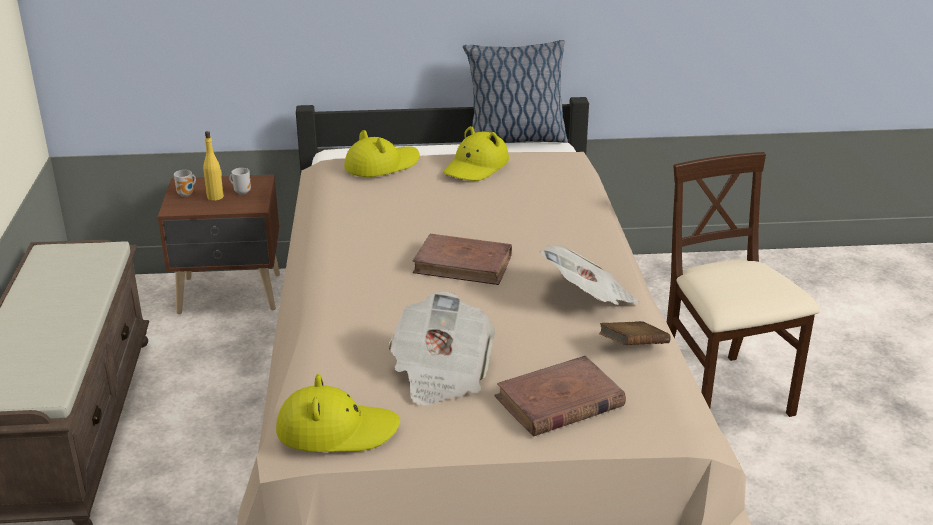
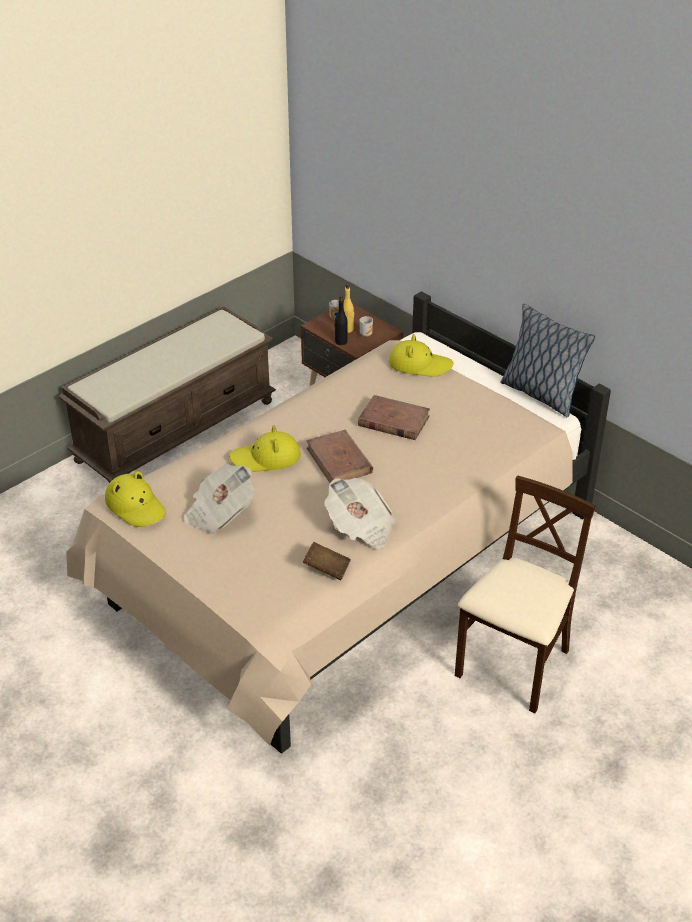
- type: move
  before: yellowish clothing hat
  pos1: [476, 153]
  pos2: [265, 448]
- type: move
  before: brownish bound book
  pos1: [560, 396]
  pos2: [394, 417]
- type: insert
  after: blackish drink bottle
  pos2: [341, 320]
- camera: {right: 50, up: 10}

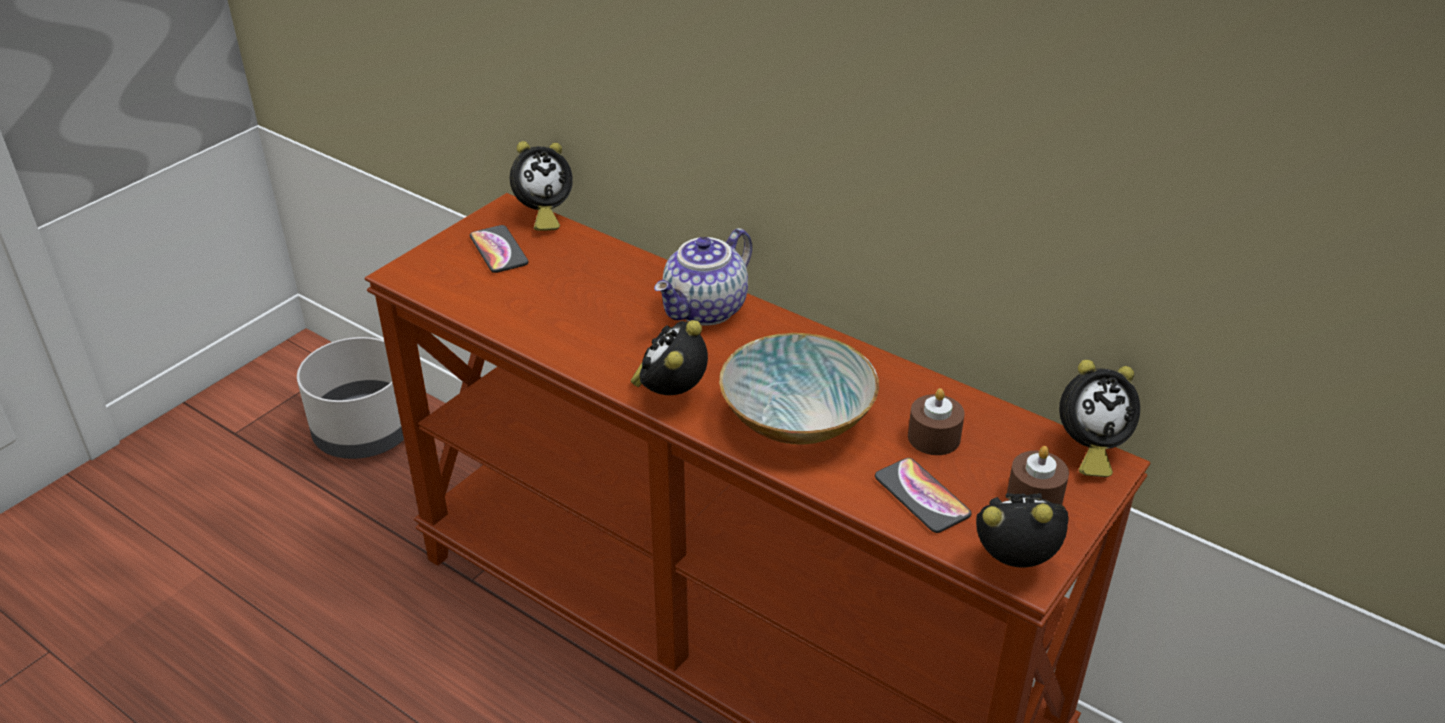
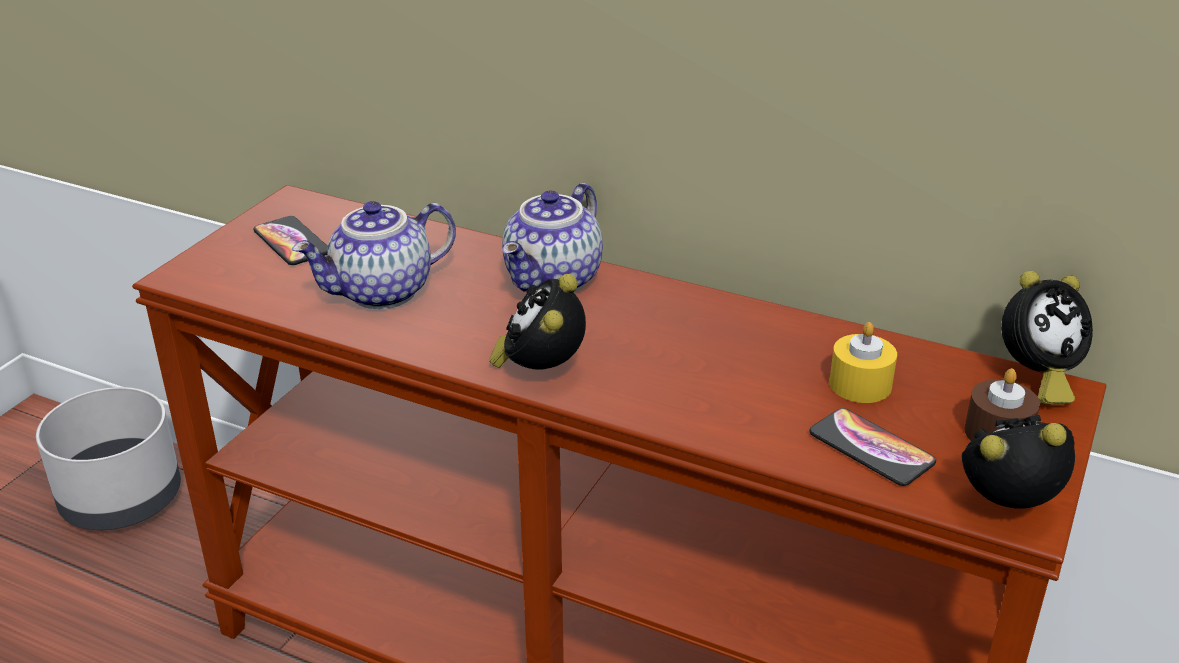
- type: delete
  before: alarm clock
  pos1: [541, 186]
- type: delete
  before: deep dish
  pos1: [799, 389]
- type: recolor
  before: brownish wax light
  after: yellowish wax light
  pos1: [936, 421]
  pos2: [863, 362]
- type: insert
  after: tea pot
  pos2: [374, 255]
- camera: {right: -10, up: -5}

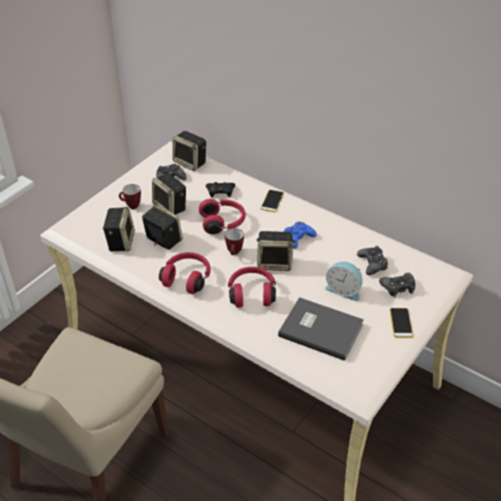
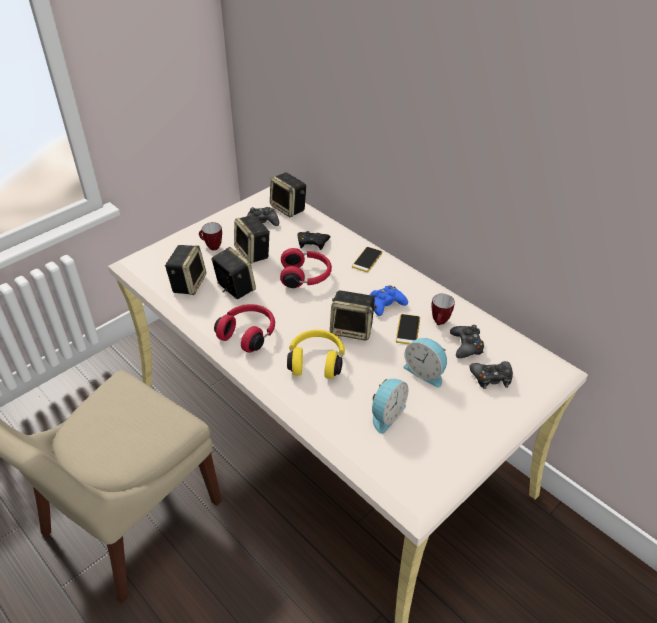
- type: move
  before: coffee mug
  pos1: [234, 241]
  pos2: [443, 309]
- type: recolor
  before: red pair of headphones
  after: yellowish pair of headphones
  pos1: [252, 287]
  pos2: [316, 354]
- type: replace
  before: gray bound book
  after: alarm clock
  pos1: [321, 329]
  pos2: [390, 406]
- type: move
  before: handset
  pos1: [401, 323]
  pos2: [408, 329]
- camera: {right: 10, up: 0}

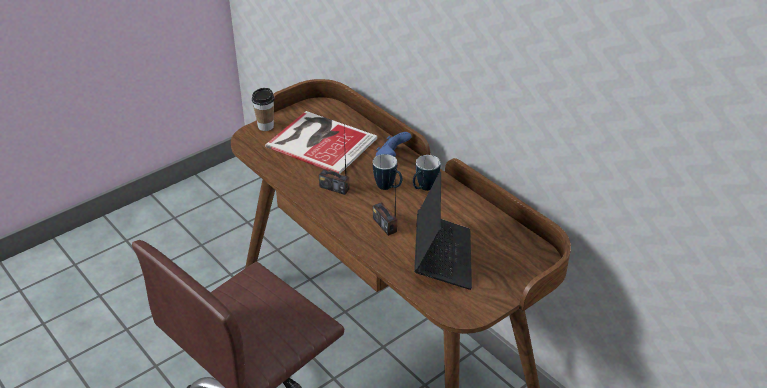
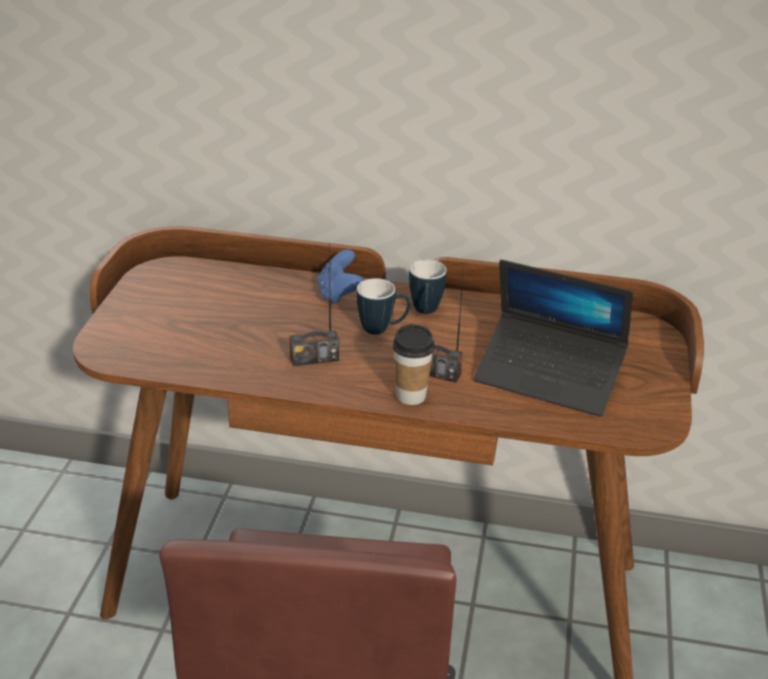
- type: move
  before: cup
  pos1: [263, 109]
  pos2: [413, 364]
- type: delete
  before: bound book
  pos1: [321, 142]
- type: rotate
  before: portable computer
  pos1: [443, 230]
  pos2: [553, 338]
  turn: 150
- camera: {right: -40, up: -5}

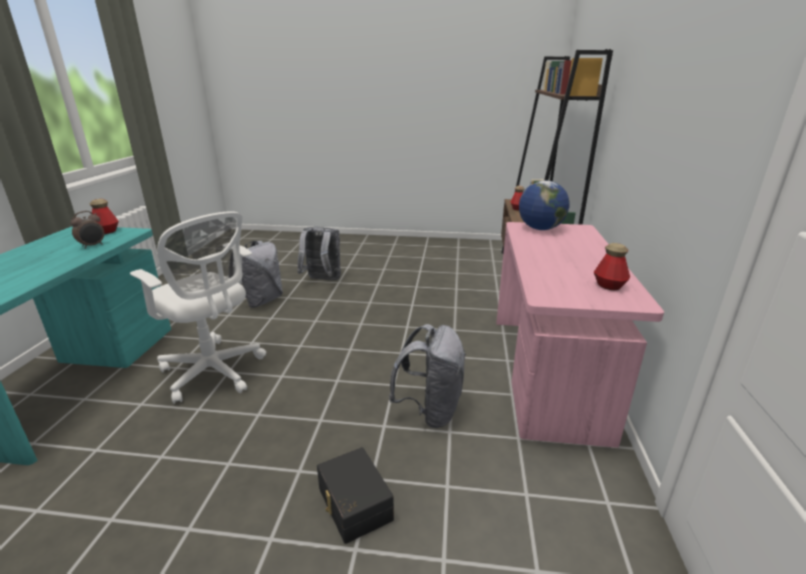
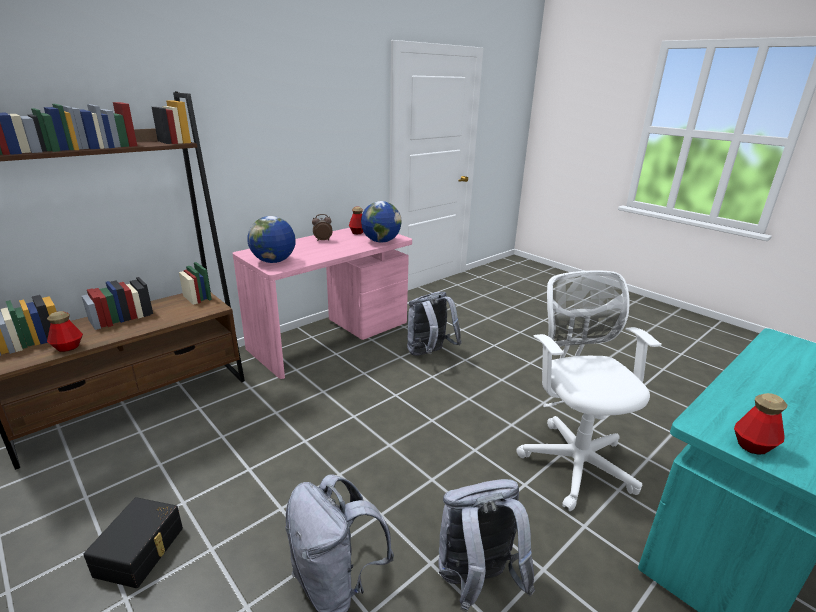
- type: move
  before: alarm clock
  pos1: [87, 230]
  pos2: [322, 227]
- type: move
  before: blackish storage bin
  pos1: [355, 495]
  pos2: [133, 542]
- type: insert
  after: globe
  pos2: [381, 222]
- camera: {right: -140, up: 0}

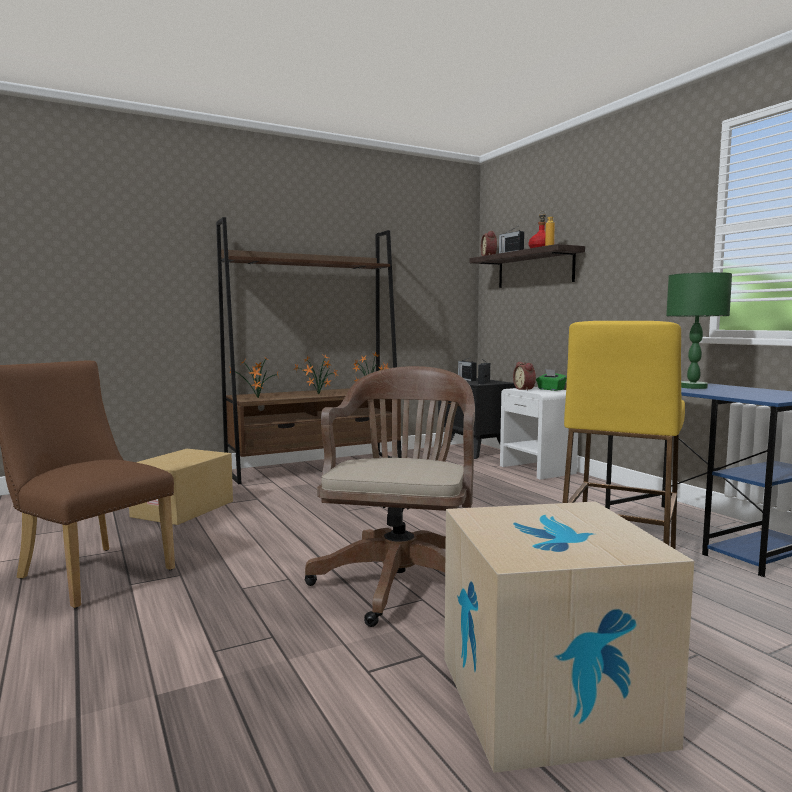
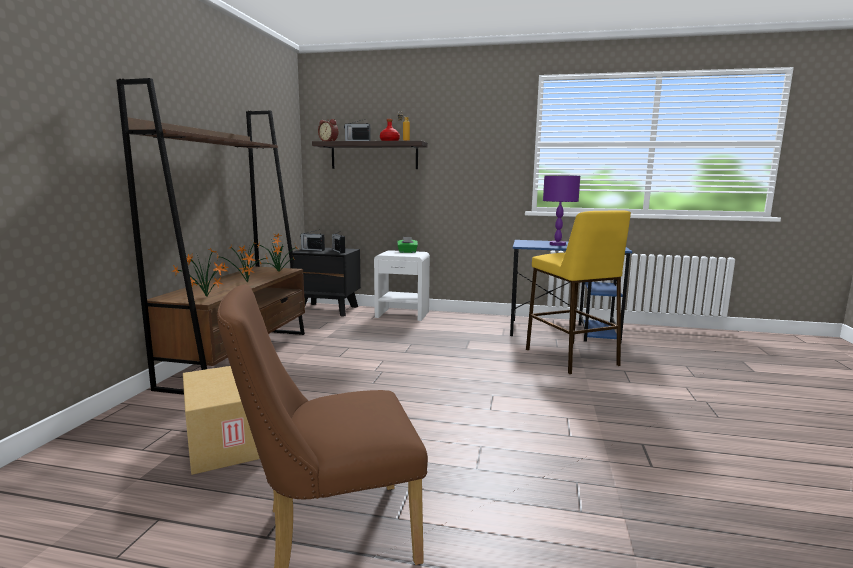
- type: recolor
  before: green-coloured tabletop lamp
  after: purple-coloured tabletop lamp
  pos1: [699, 330]
  pos2: [561, 210]
- type: delete
  before: alarm clock
  pos1: [524, 376]
- type: delete
  before: brownish office chair
  pos1: [390, 496]
- type: delete
  before: cardboard box
  pos1: [569, 637]
- camera: {right: -50, up: 5}

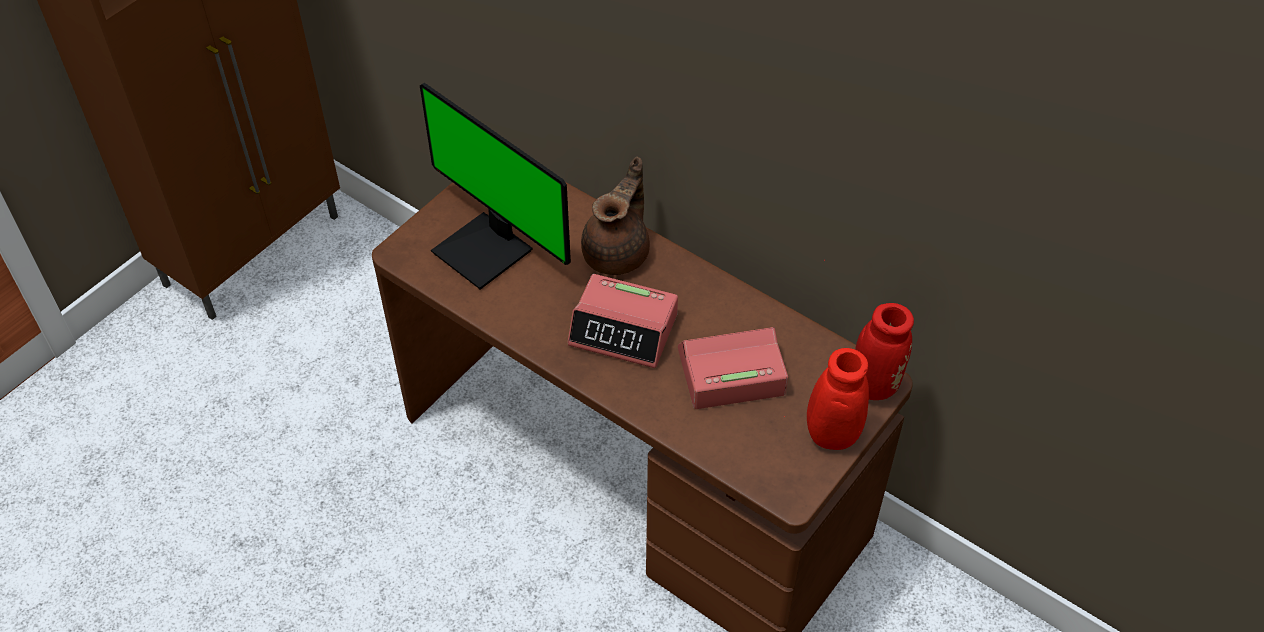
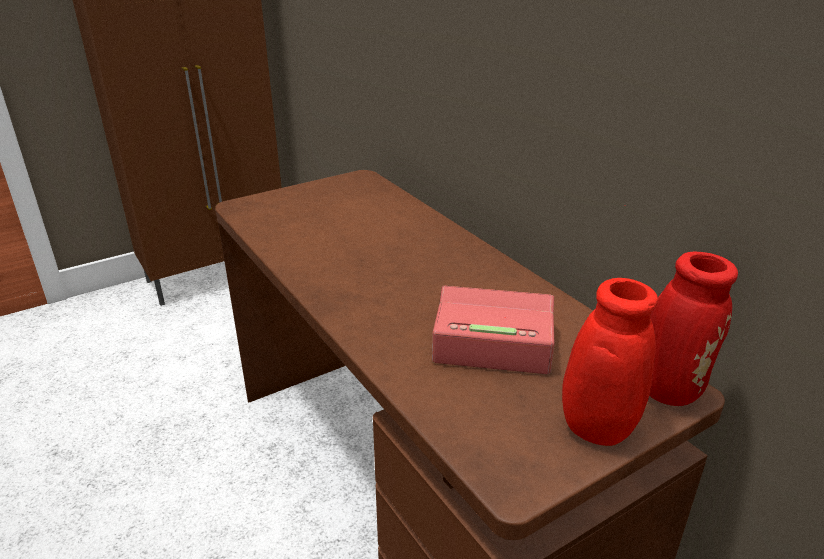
- type: delete
  before: computer screen
  pos1: [495, 186]
- type: delete
  before: brownish tea pot
  pos1: [615, 215]
- type: delete
  before: alarm clock
  pos1: [622, 321]
- camera: {right: 20, up: -20}

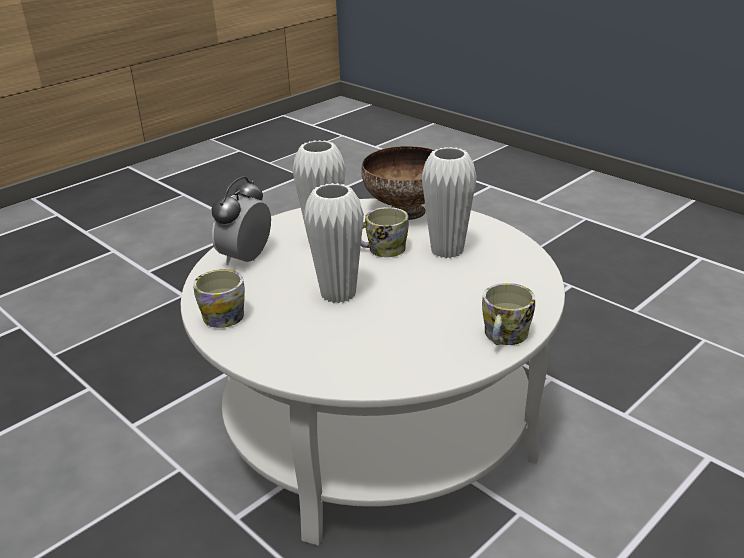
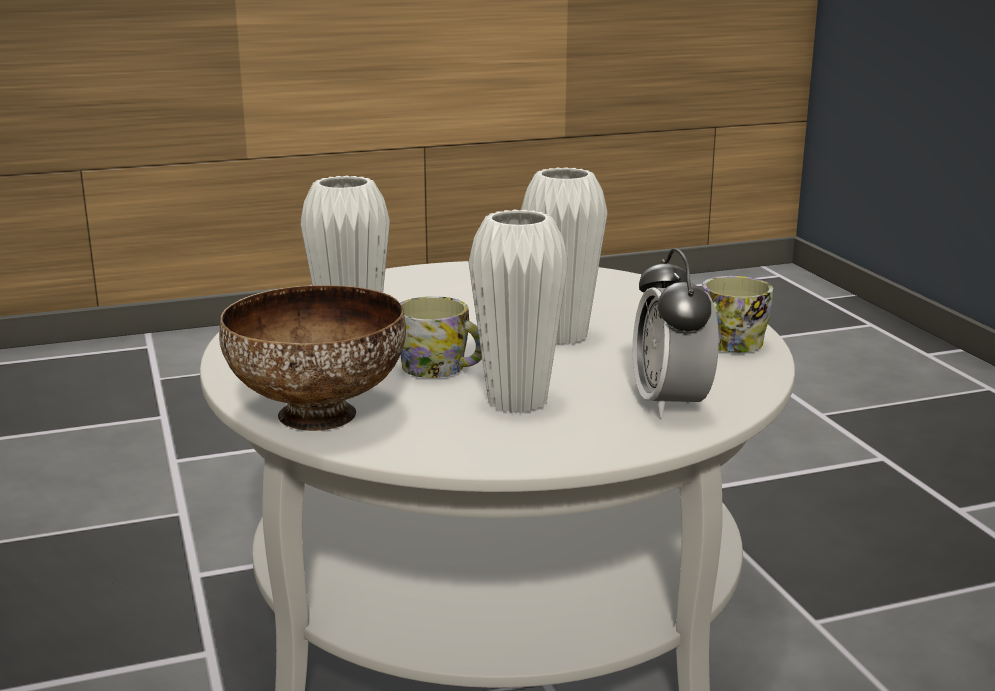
- type: rotate
  before: alarm clock
  pos1: [241, 220]
  pos2: [676, 333]
  turn: 120
- type: delete
  before: coffee mug
  pos1: [508, 314]
- camera: {right: -155, up: -10}

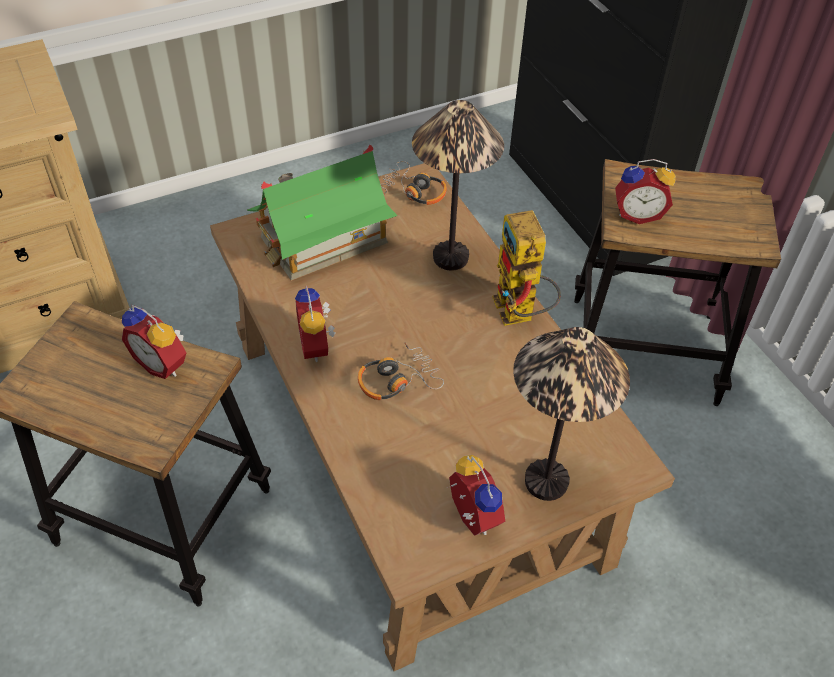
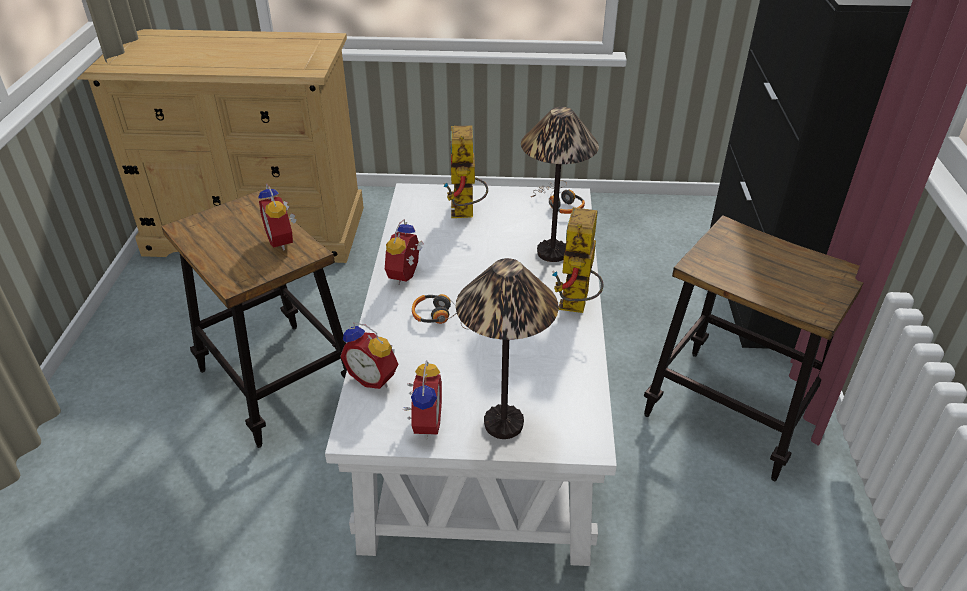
- type: replace
  before: model house
  after: robot figure
  pos1: [322, 212]
  pos2: [465, 172]
- type: move
  before: alarm clock
  pos1: [645, 191]
  pos2: [369, 356]
- type: recolor
  before: brownish lounge table
  after: white-coloured lounge table
  pos1: [442, 417]
  pos2: [471, 374]
- camera: {right: 30, up: -10}

